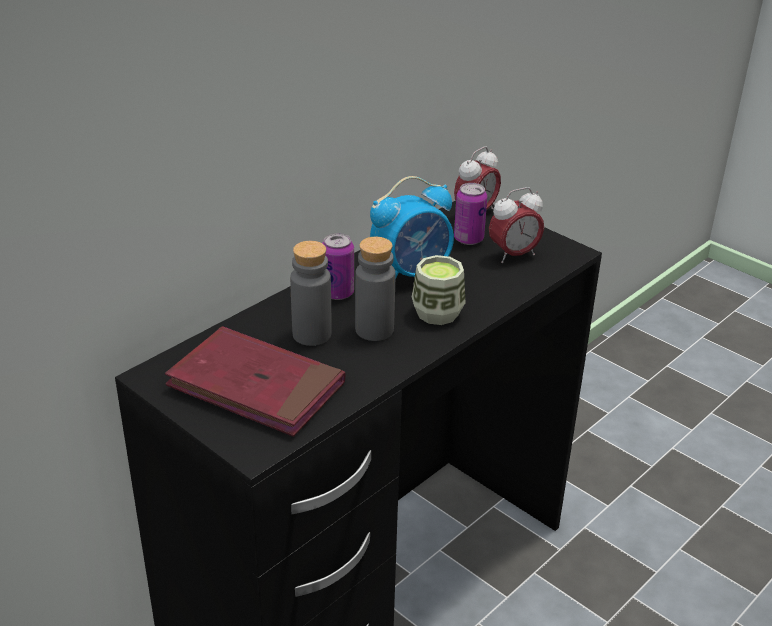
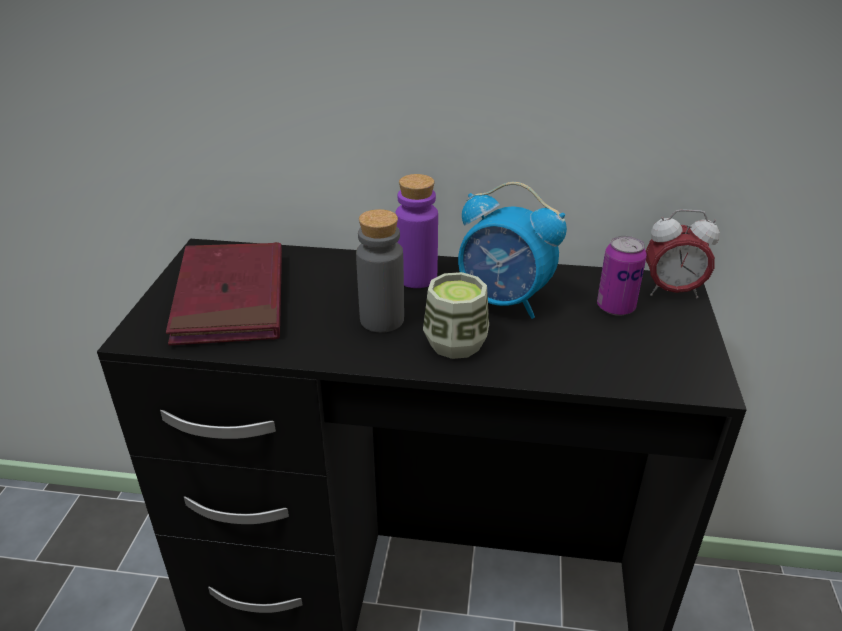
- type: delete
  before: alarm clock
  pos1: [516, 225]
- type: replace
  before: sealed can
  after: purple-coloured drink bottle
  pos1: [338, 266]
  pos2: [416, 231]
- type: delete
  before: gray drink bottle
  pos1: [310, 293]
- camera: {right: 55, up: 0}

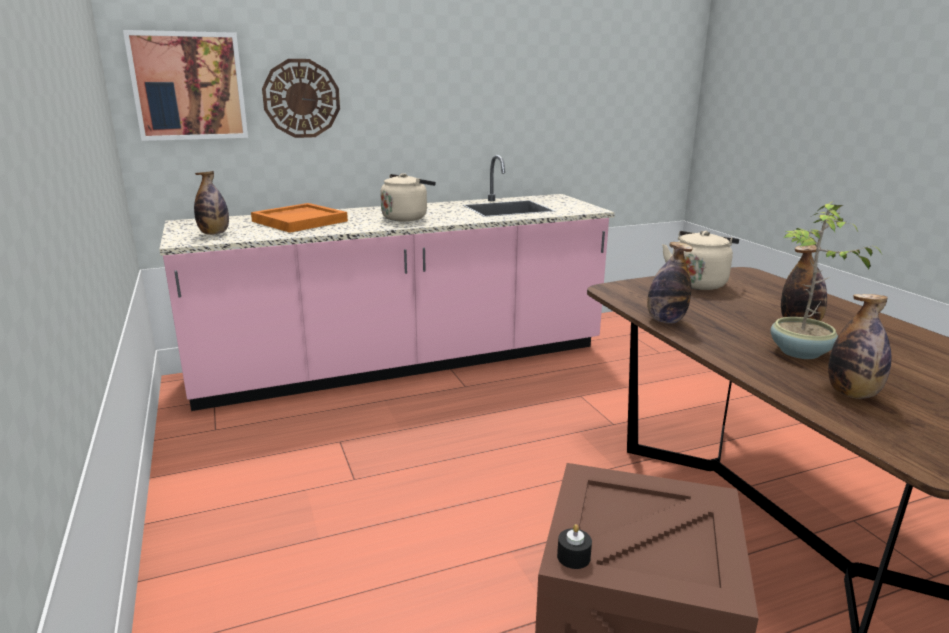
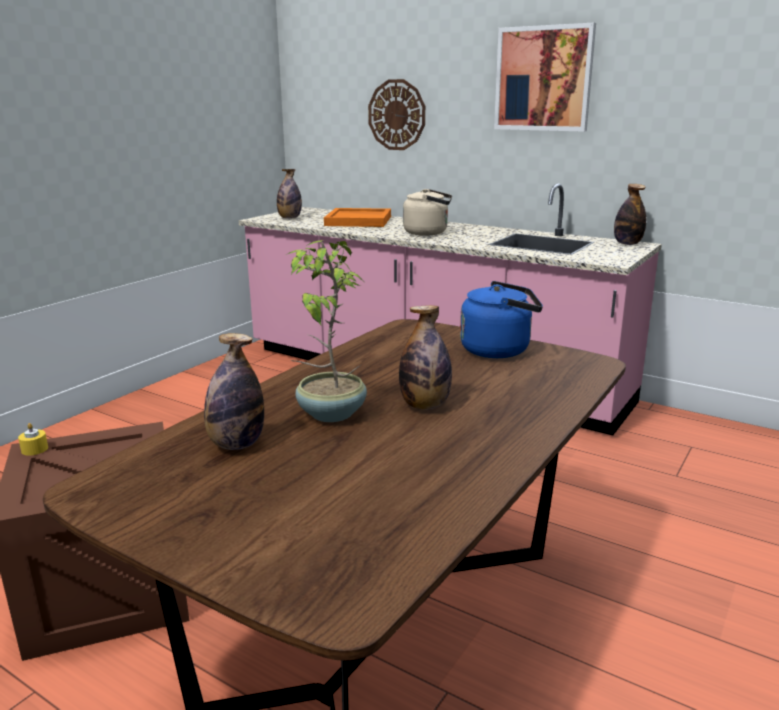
- type: move
  before: wall picture
  pos1: [185, 85]
  pos2: [545, 77]
- type: recolor
  before: beige-coloured water kettle
  after: bluish water kettle
  pos1: [700, 260]
  pos2: [501, 319]
- type: move
  before: drink bottle
  pos1: [670, 283]
  pos2: [630, 214]
- type: recolor
  before: blackish wax light
  after: yellowish wax light
  pos1: [574, 546]
  pos2: [33, 439]
- camera: {right: 55, up: 0}

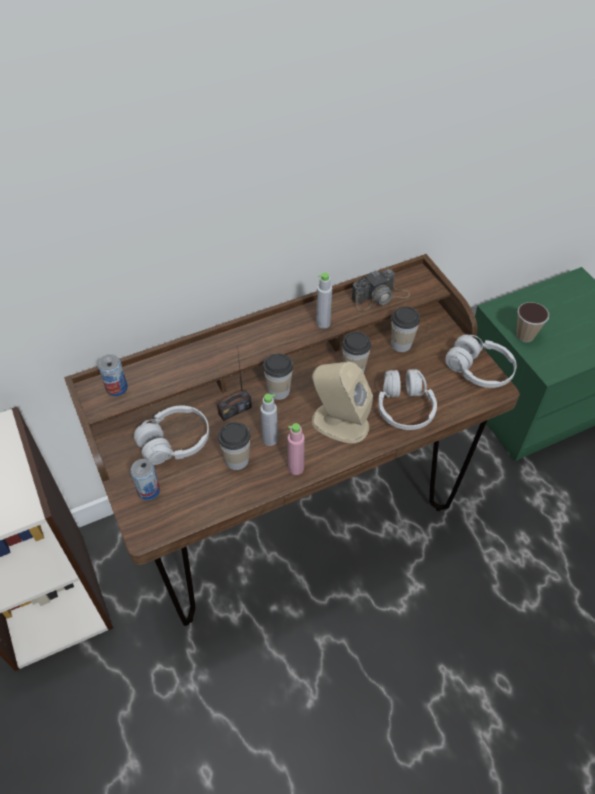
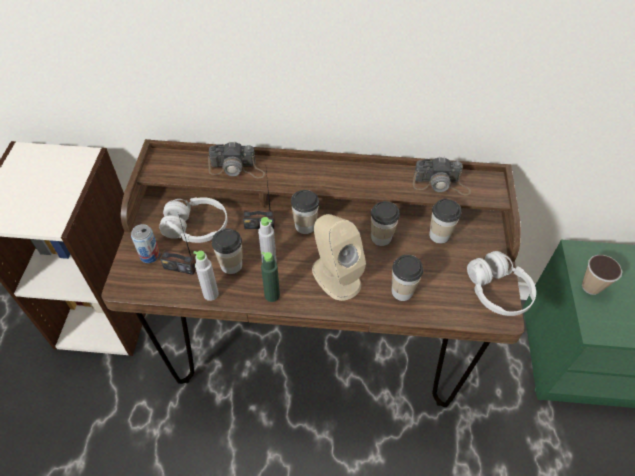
- type: move
  before: gray drink bottle
  pos1: [324, 300]
  pos2: [206, 276]
- type: delete
  before: sealed can
  pos1: [113, 375]
- type: replace
  before: white-coloured pair of headphones
  after: cup
  pos1: [407, 399]
  pos2: [407, 278]
- type: recolor
  before: pinkish drink bottle
  after: green-coloured drink bottle
  pos1: [296, 449]
  pos2: [270, 277]
- type: insert
  after: still camera
  pos2: [236, 159]
- type: insert
  after: radio receiver
  pos2: [178, 244]
- camera: {right: 30, up: 0}

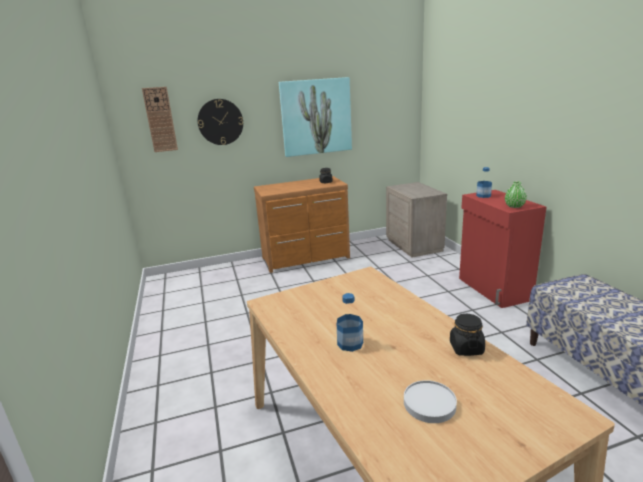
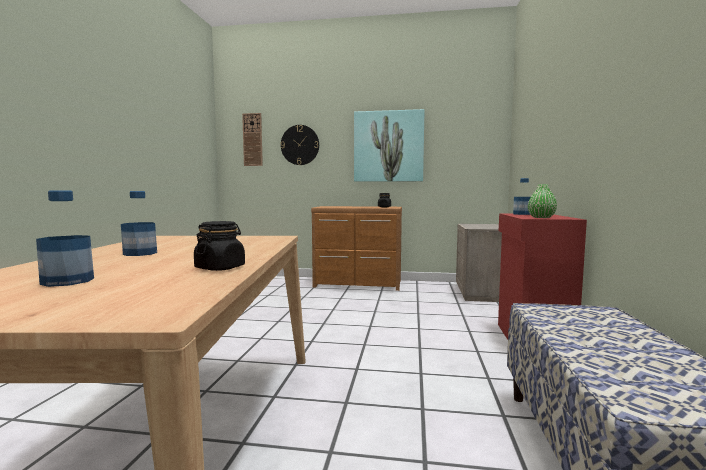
- type: replace
  before: white-coloured dinner plate
  after: drink bottle
  pos1: [430, 401]
  pos2: [65, 239]
- camera: {right: 25, up: -15}

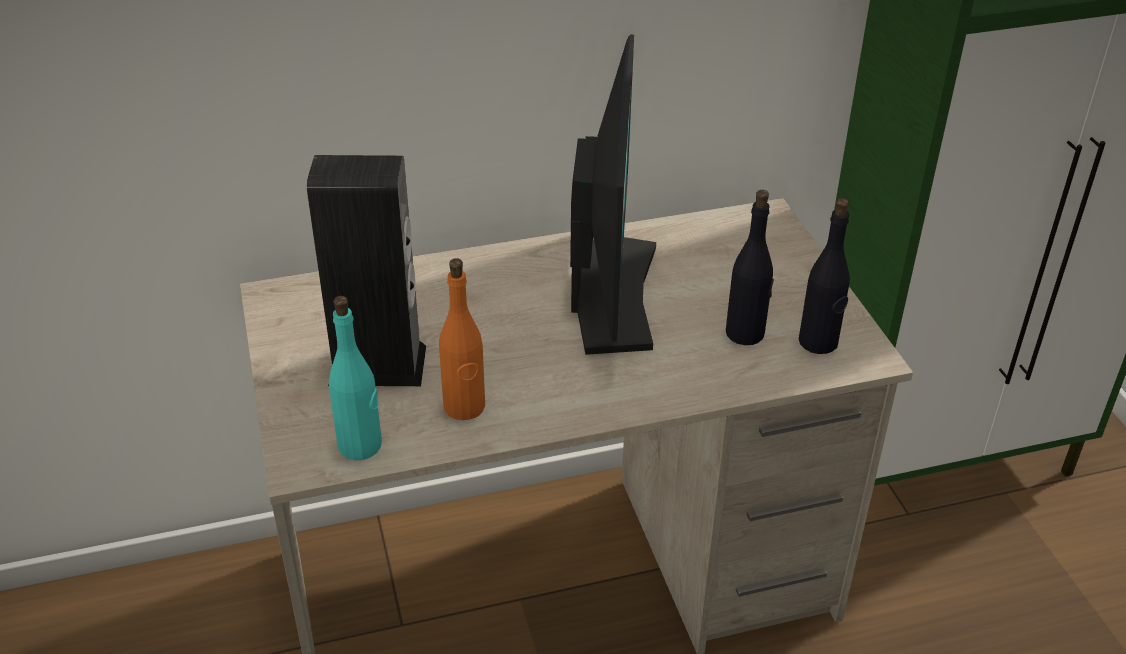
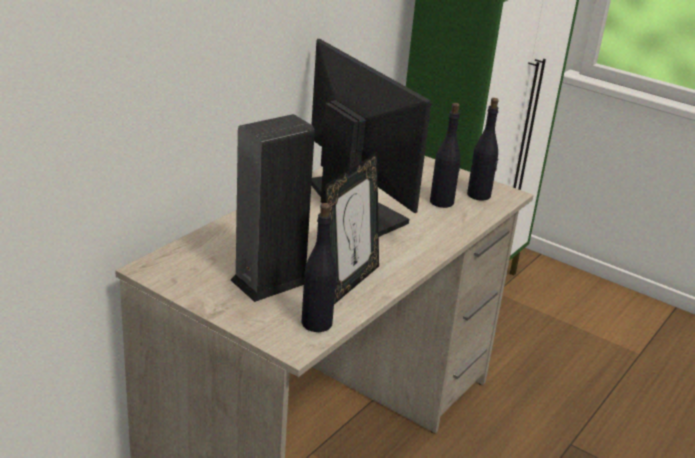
- type: replace
  before: orangey drink bottle
  after: picture frame
  pos1: [462, 339]
  pos2: [352, 228]
- type: recolor
  before: turquoise drink bottle
  after: blackish drink bottle
  pos1: [355, 378]
  pos2: [319, 267]
- camera: {right: -40, up: -10}

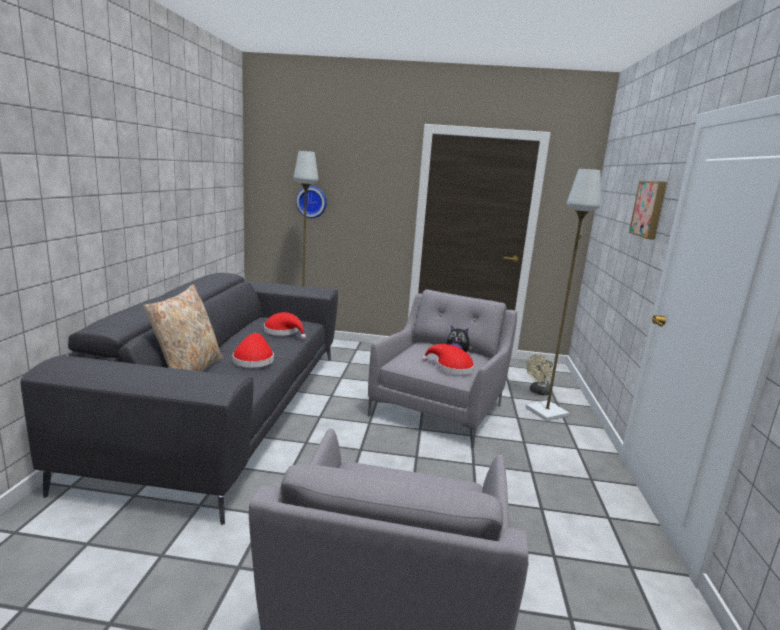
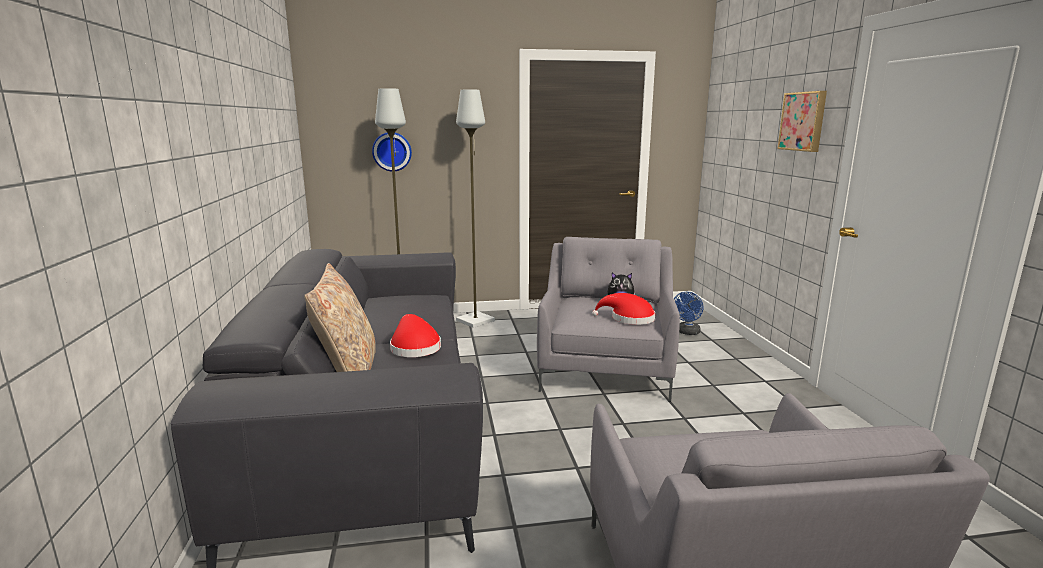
- type: move
  before: gray floor lamp
  pos1: [563, 295]
  pos2: [475, 208]
- type: delete
  before: red clothing hat
  pos1: [285, 325]
- type: recolor
  before: beige-coloured cooling fan
  after: bluish cooling fan
  pos1: [539, 374]
  pos2: [688, 313]
- camera: {right: -15, up: 0}

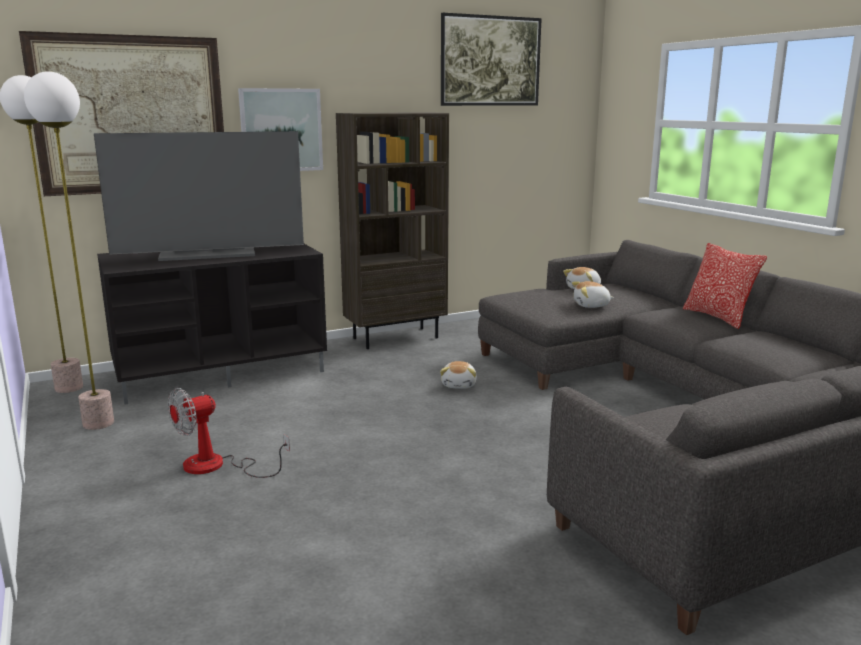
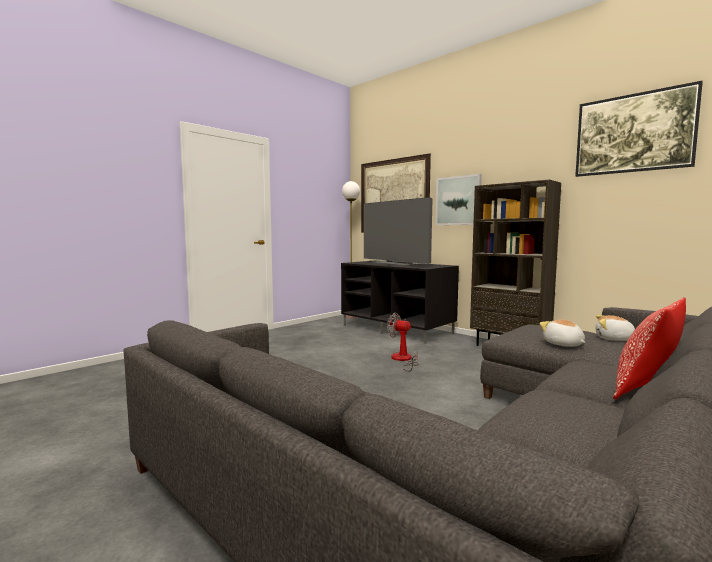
- type: delete
  before: floor lamp
  pos1: [69, 250]
- type: delete
  before: cuddly toy
  pos1: [458, 375]
- type: move
  before: cooling fan
  pos1: [229, 433]
  pos2: [402, 342]
- camera: {right: 70, up: -10}

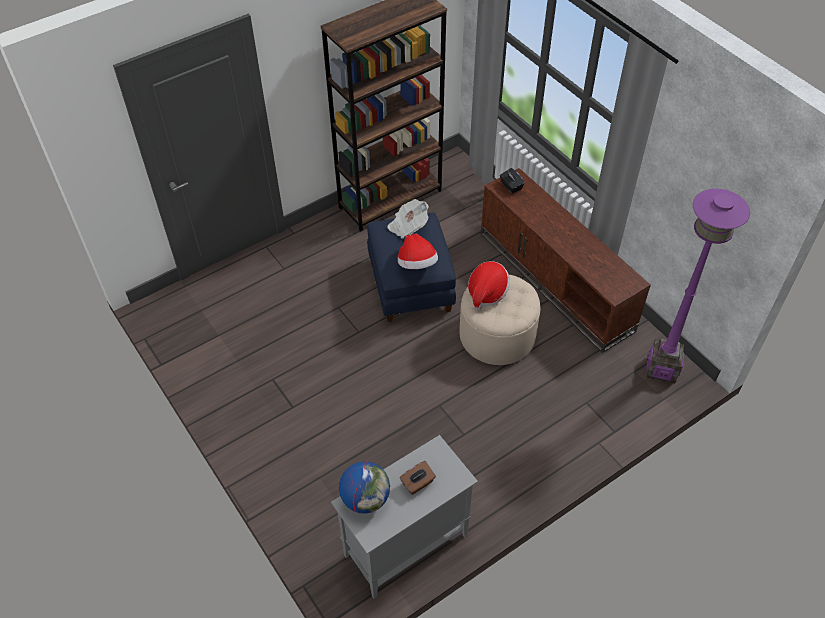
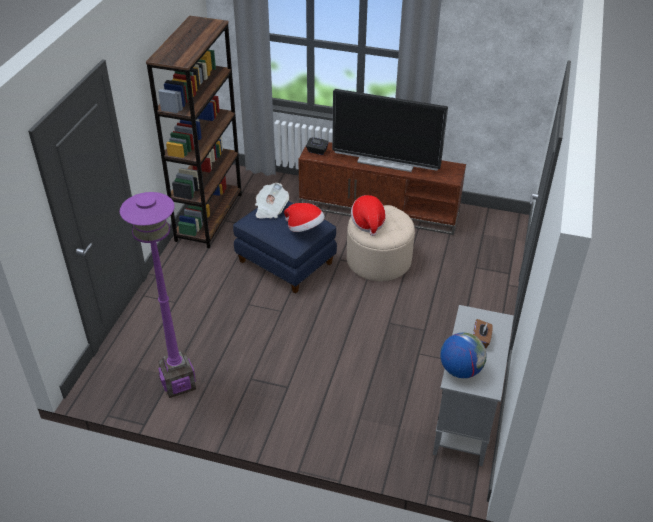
- type: move
  before: purple-coloured floor lamp
  pos1: [698, 286]
  pos2: [158, 295]
- type: insert
  after: television
  pos2: [390, 130]
- camera: {right: -40, up: -10}

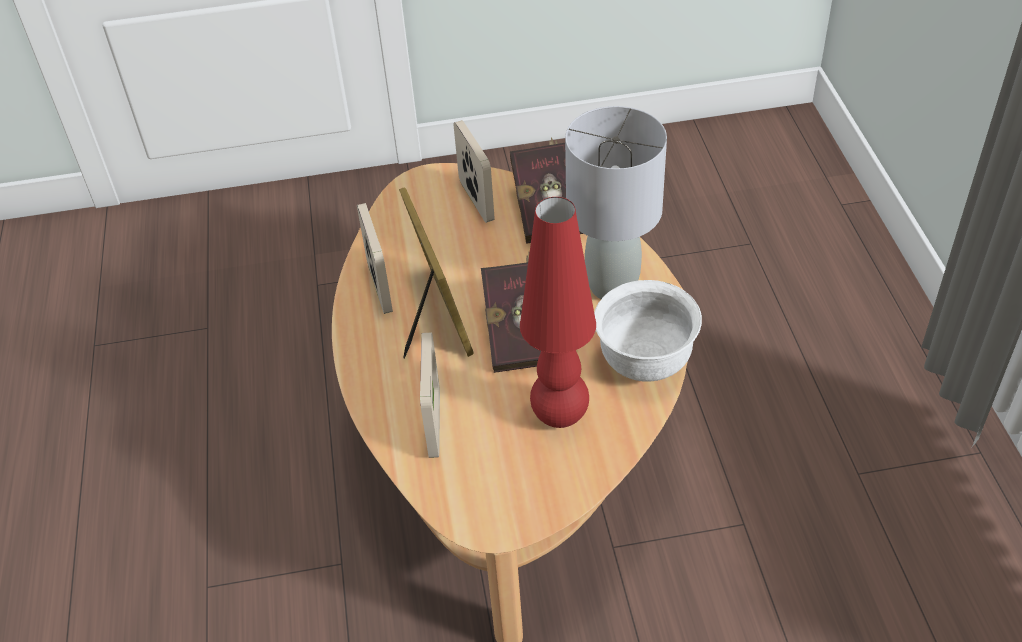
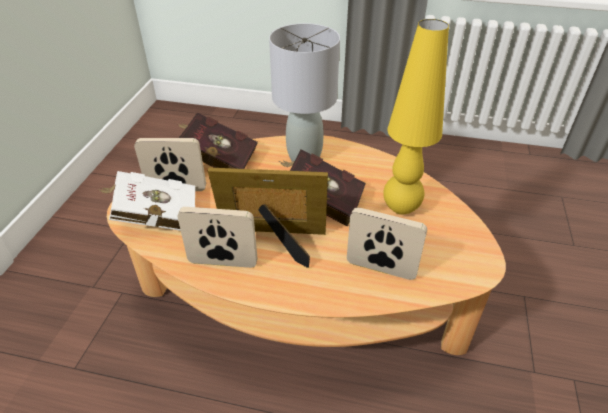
- type: recolor
  before: red tabletop lamp
  after: yellowish tabletop lamp
  pos1: [558, 312]
  pos2: [416, 117]
- type: delete
  before: white-coloured deep dish
  pos1: [648, 330]
- type: insert
  after: white-coloured bound book
  pos2: [147, 201]
- camera: {right: -70, up: -5}

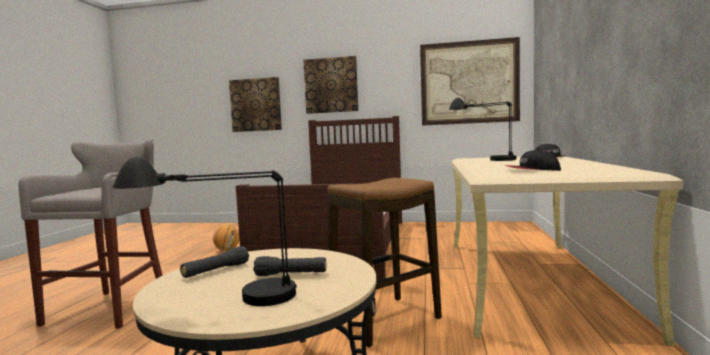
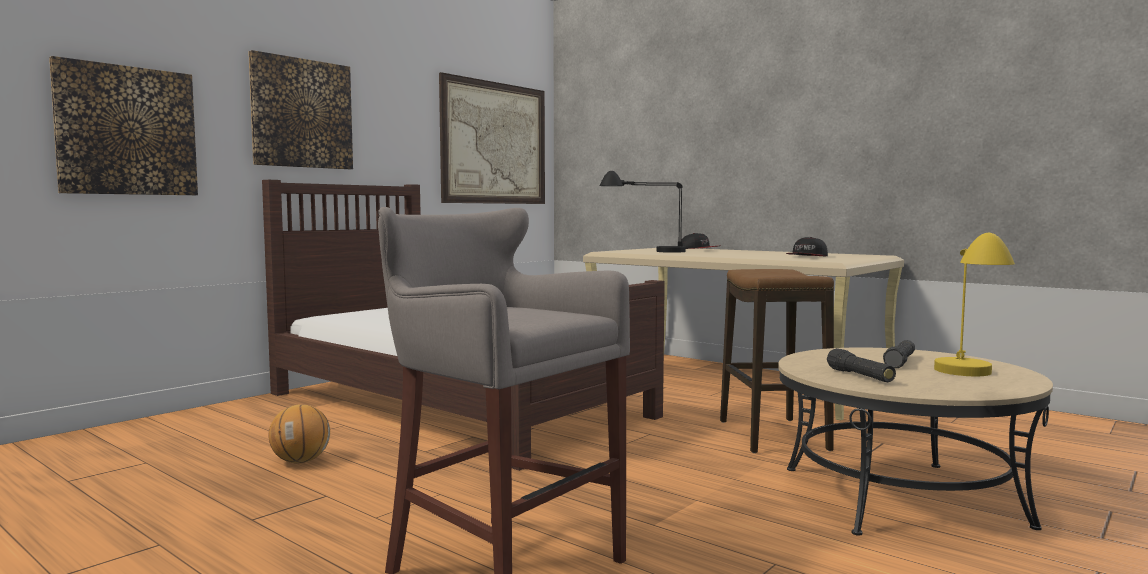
- type: recolor
  before: blackish tabletop lamp
  after: yellowish tabletop lamp
  pos1: [204, 231]
  pos2: [974, 304]
- camera: {right: -60, up: 0}

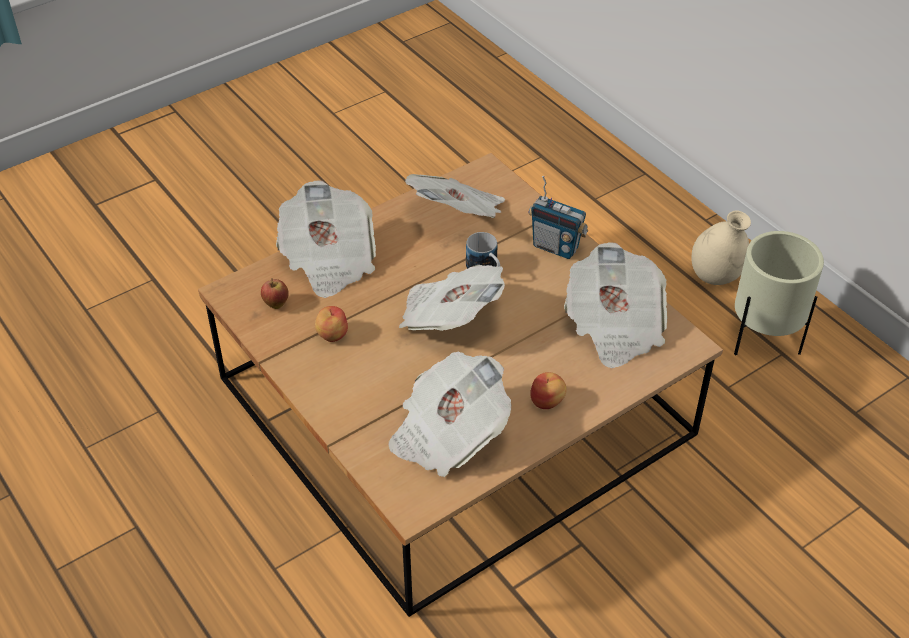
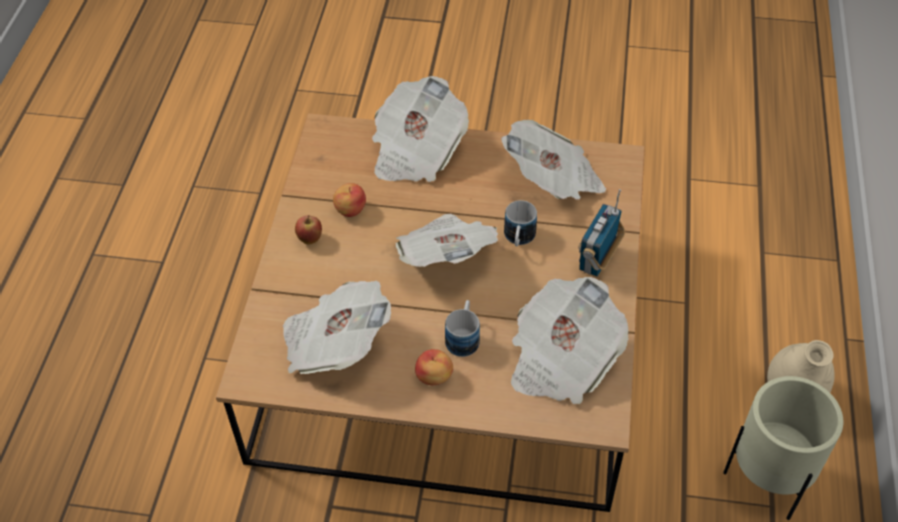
- type: rotate
  before: radio receiver
  pos1: [558, 217]
  pos2: [601, 232]
  turn: 45
- type: move
  before: apple
  pos1: [275, 293]
  pos2: [308, 229]
- type: insert
  after: coffee mug
  pos2: [462, 328]
- camera: {right: 45, up: 5}

